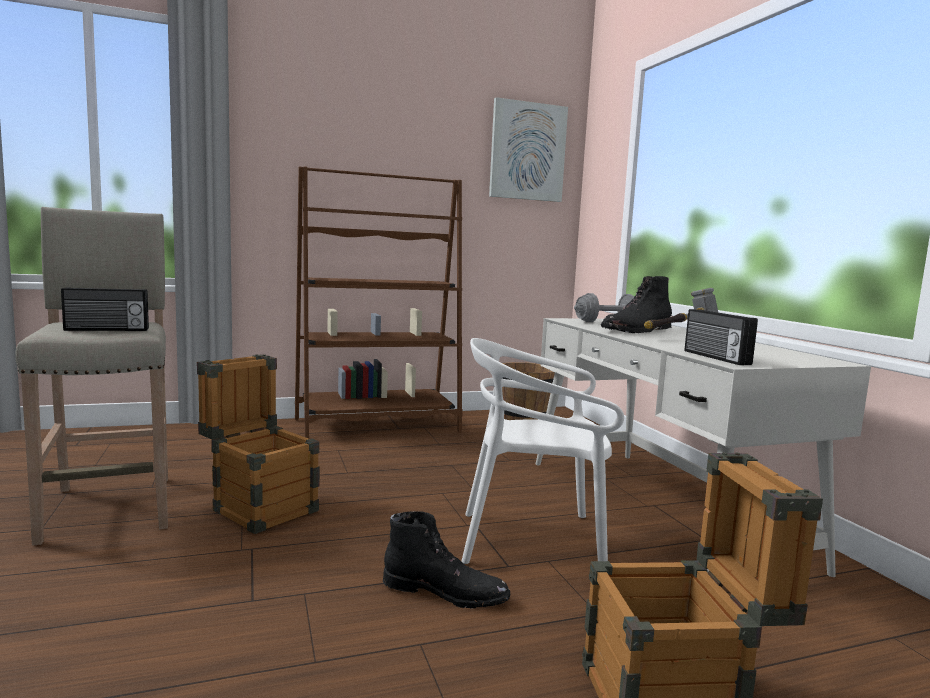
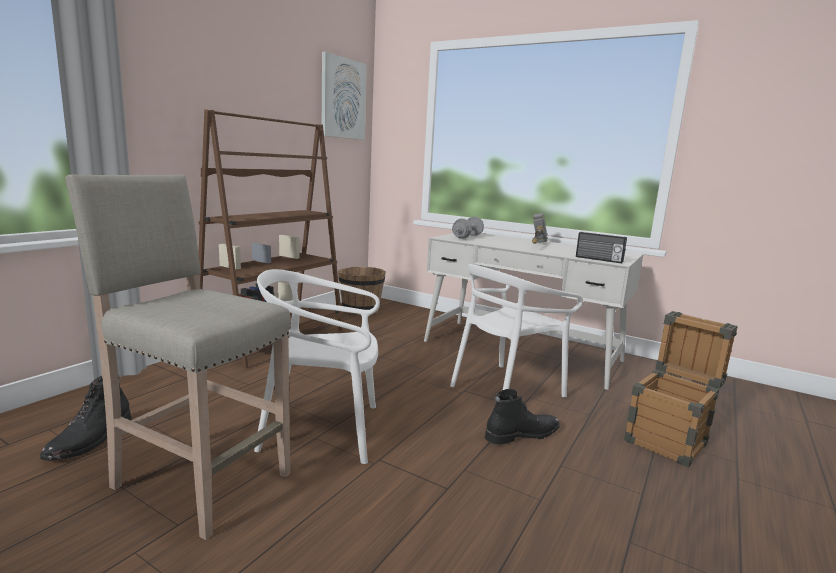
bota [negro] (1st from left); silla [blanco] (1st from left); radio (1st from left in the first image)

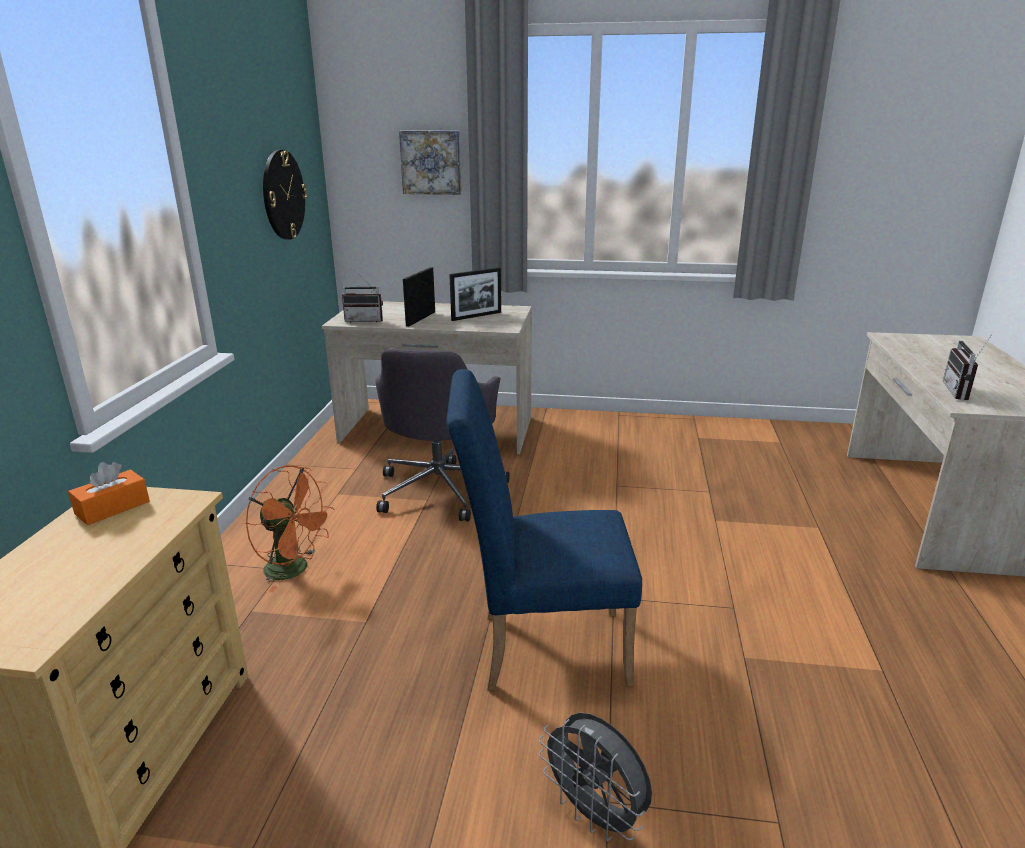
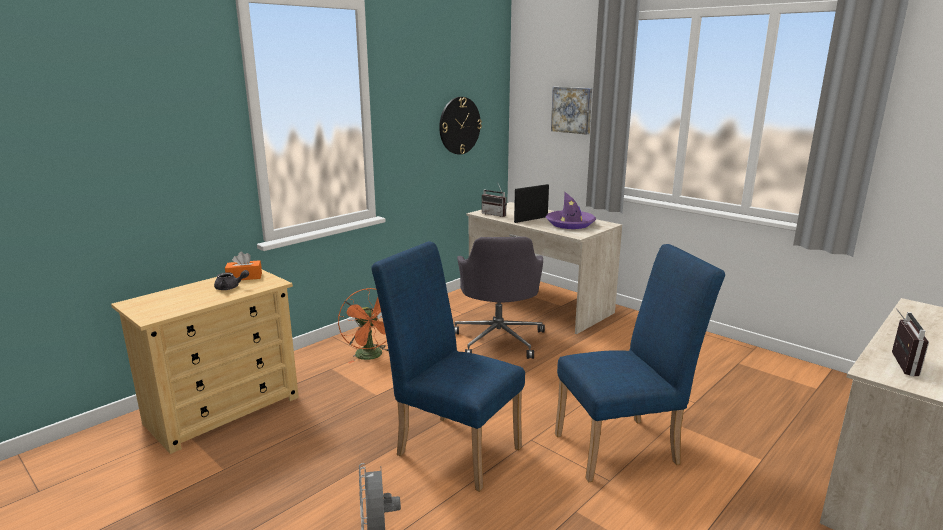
tetera [gris]; silla de oficina [gris]; sombrero [morado]; silla [azul] (2nd from left); radio (2nd from left)

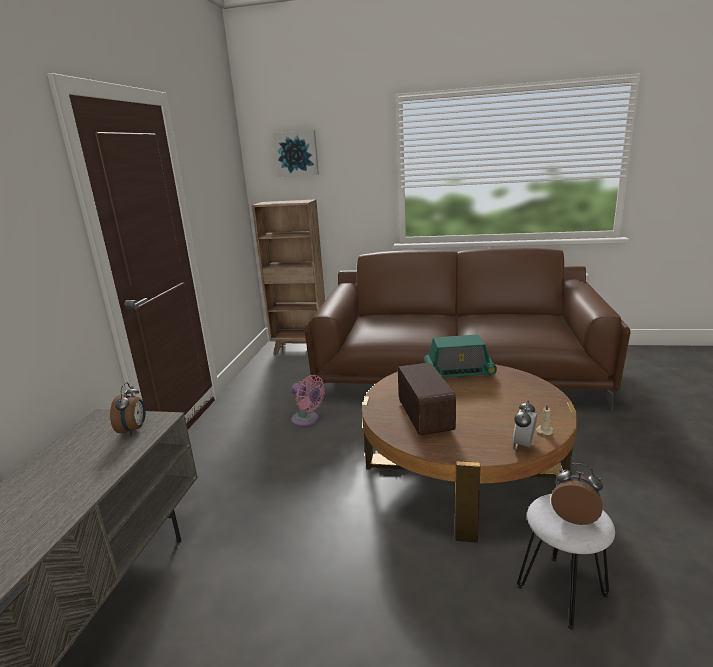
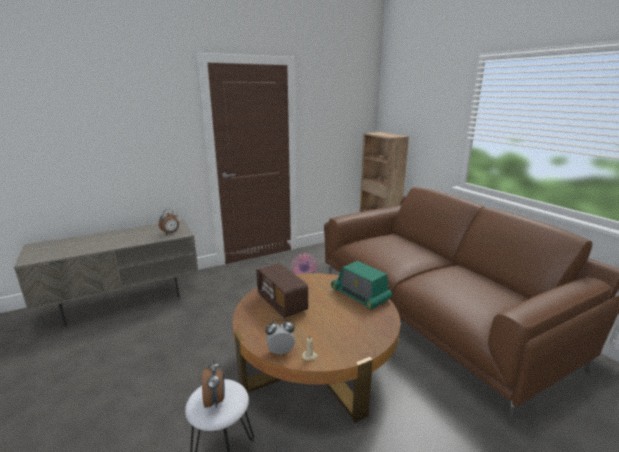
radio (1st from left); cuadro

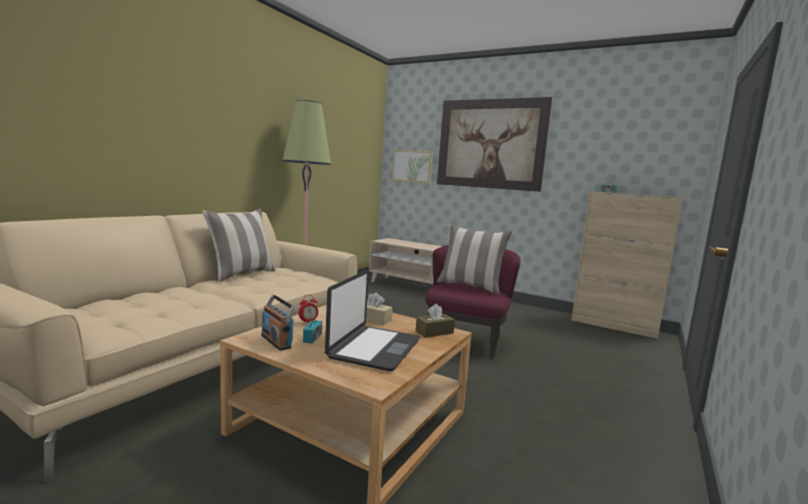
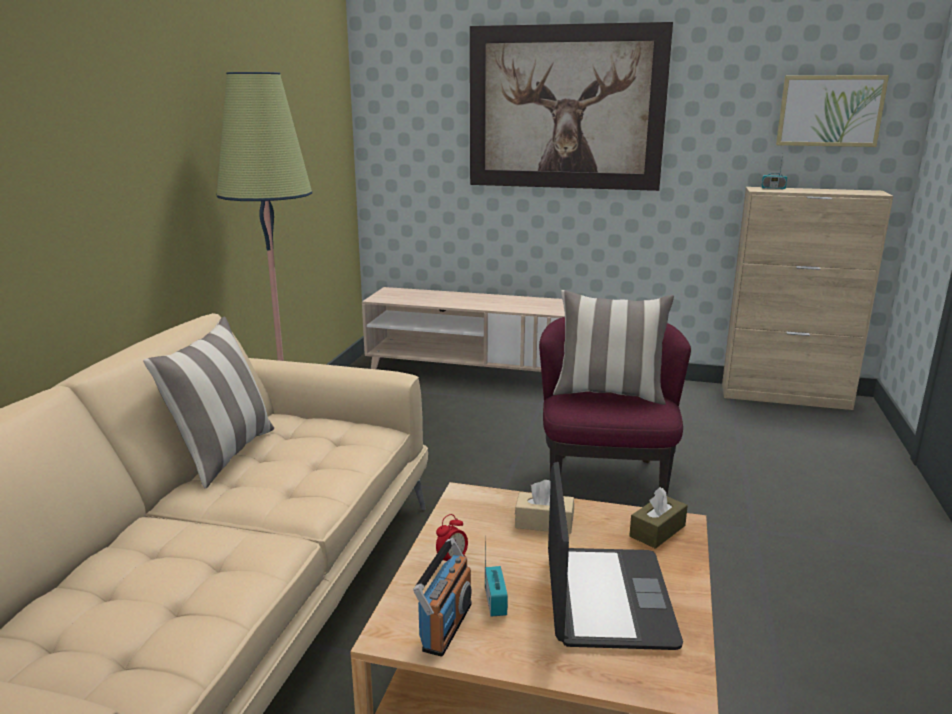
radio (1st from left); cuadro (2nd from left)

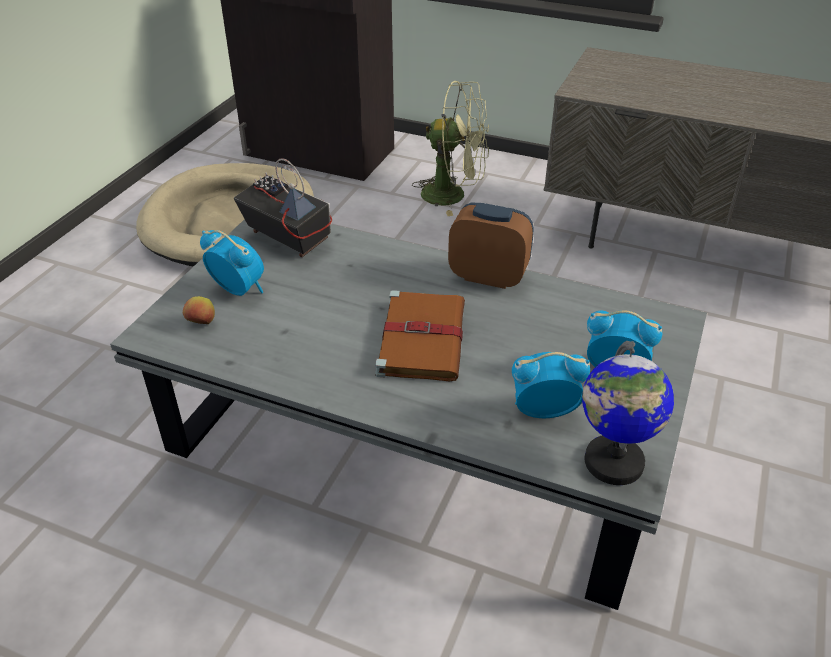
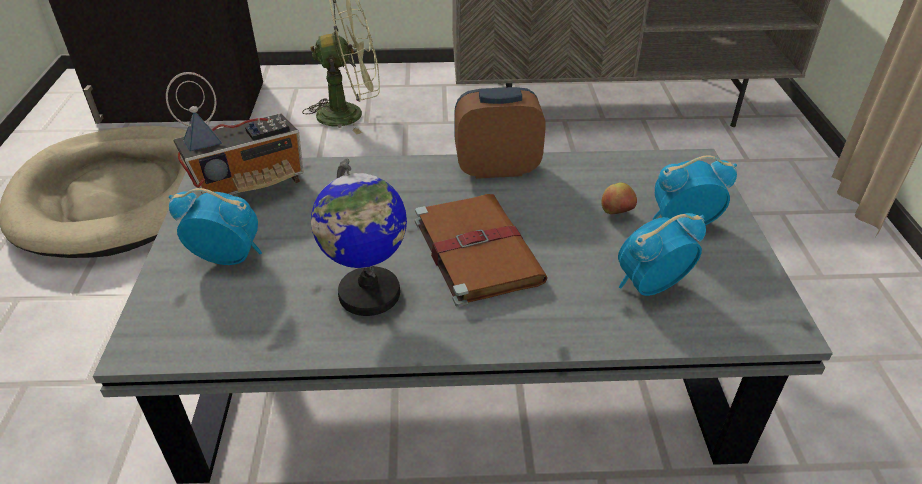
radio; globo terráqueo; manzana

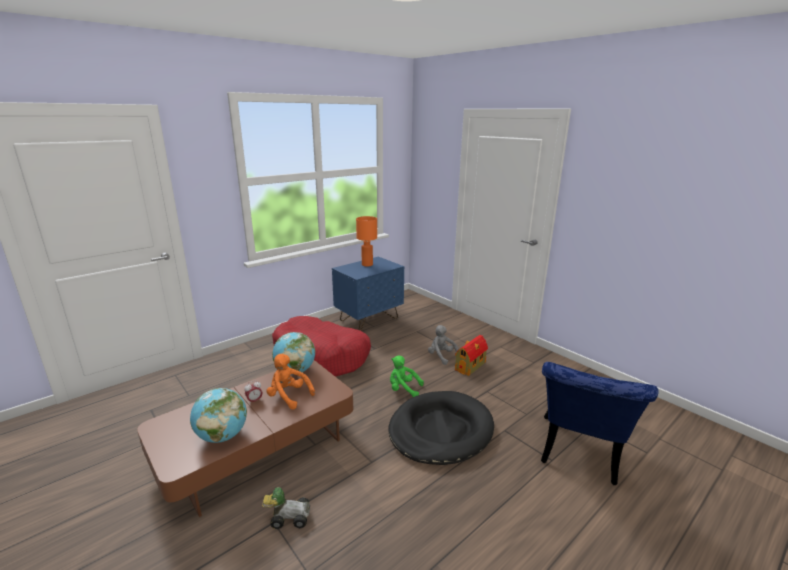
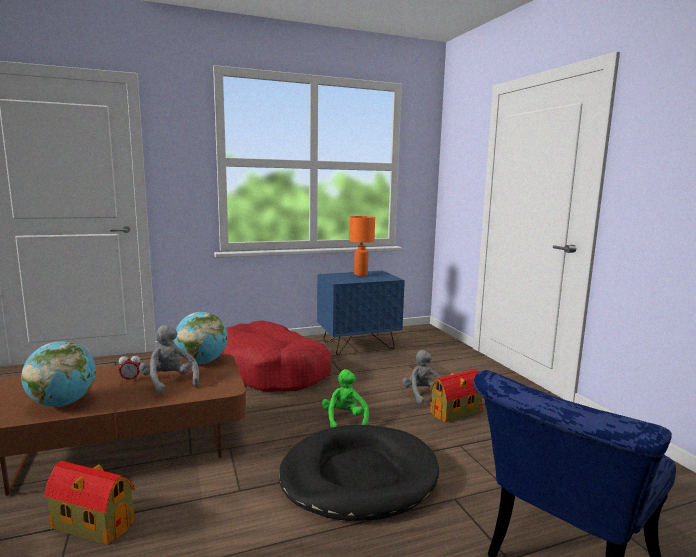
casita (1st from left); peluche [gris] (1st from left); peluche [verde]

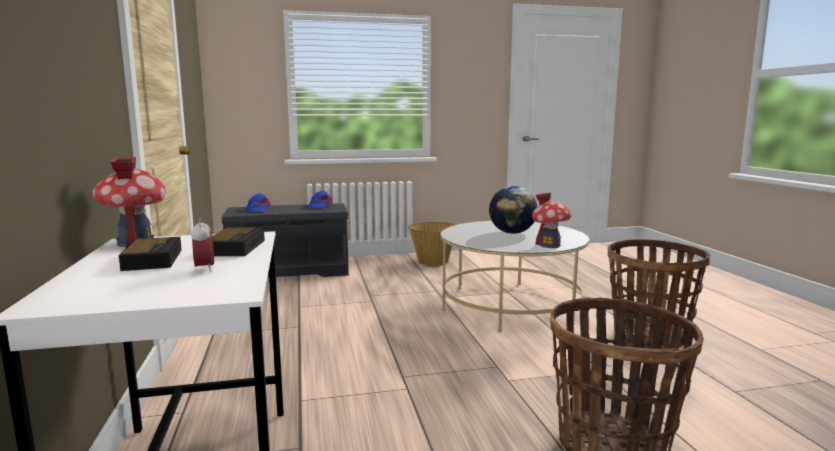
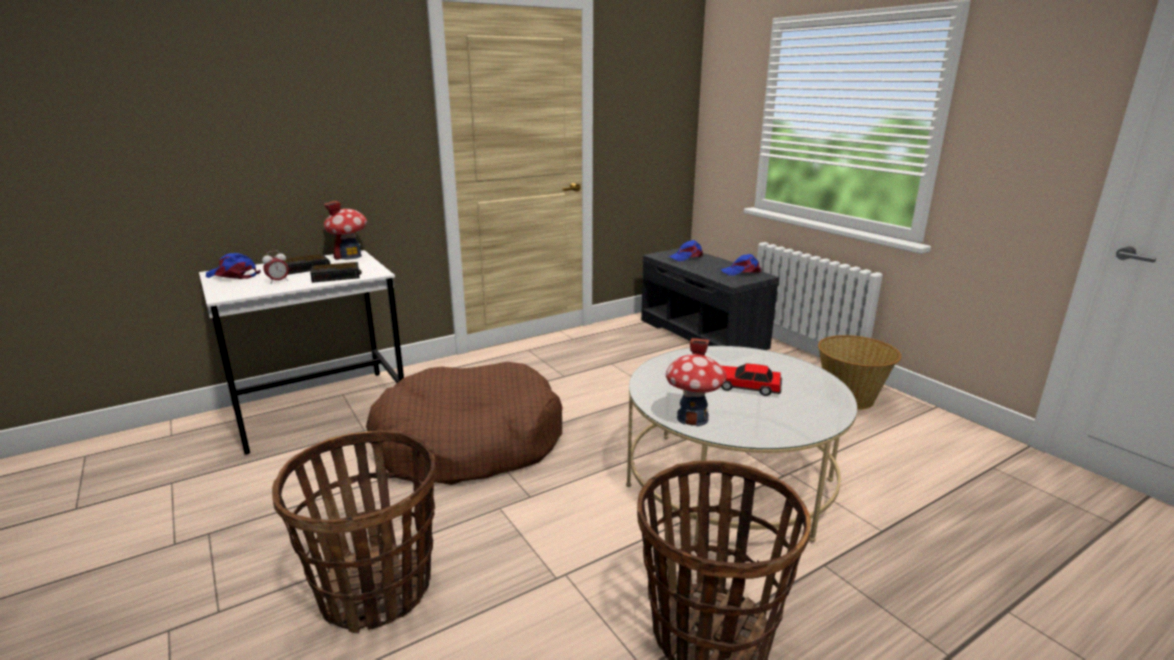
gorra [azul] (1st from left); cama para perro [marrón]; coche de juguete

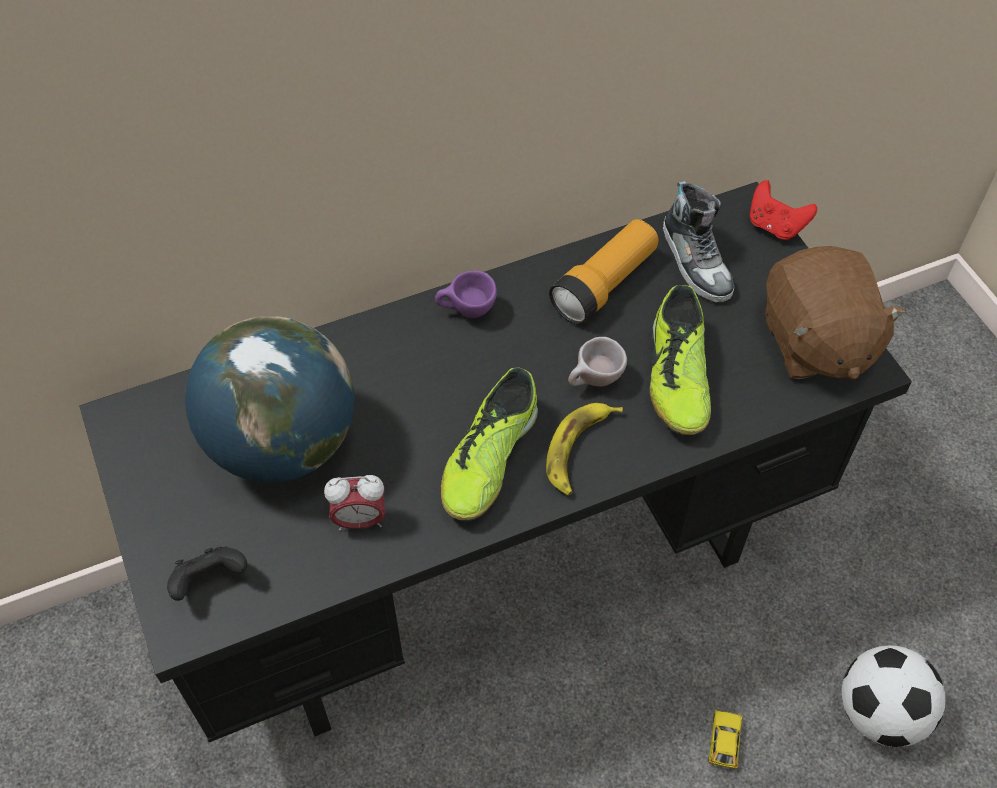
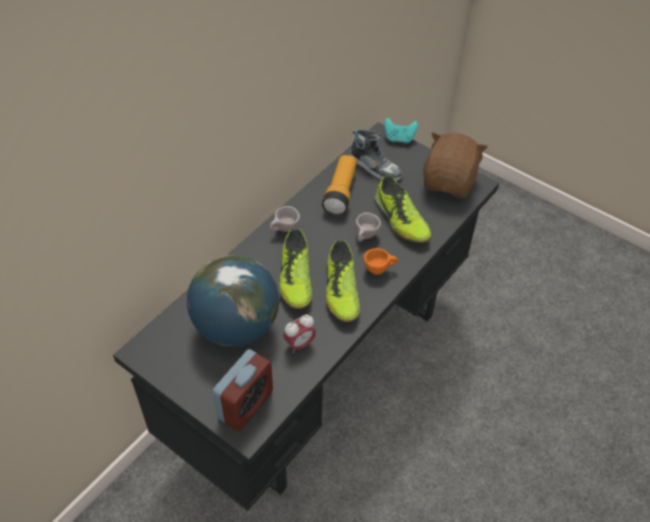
despertador (1st from left); taza [beis] (1st from left); zapato (1st from left); taza [naranja]; mando de consola [turquesa]; peluche [marrón]; coche de juguete; balón de fútbol

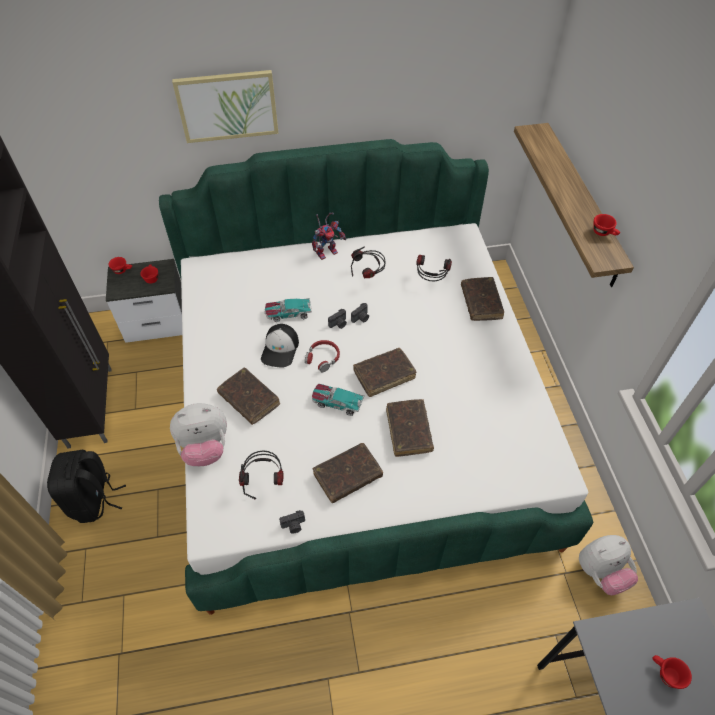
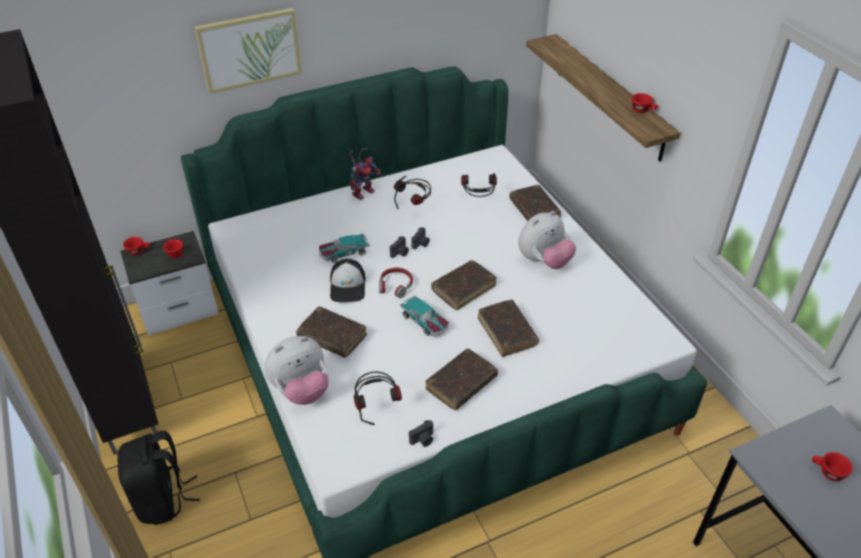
coche de juguete (2nd from left); peluche (2nd from left)

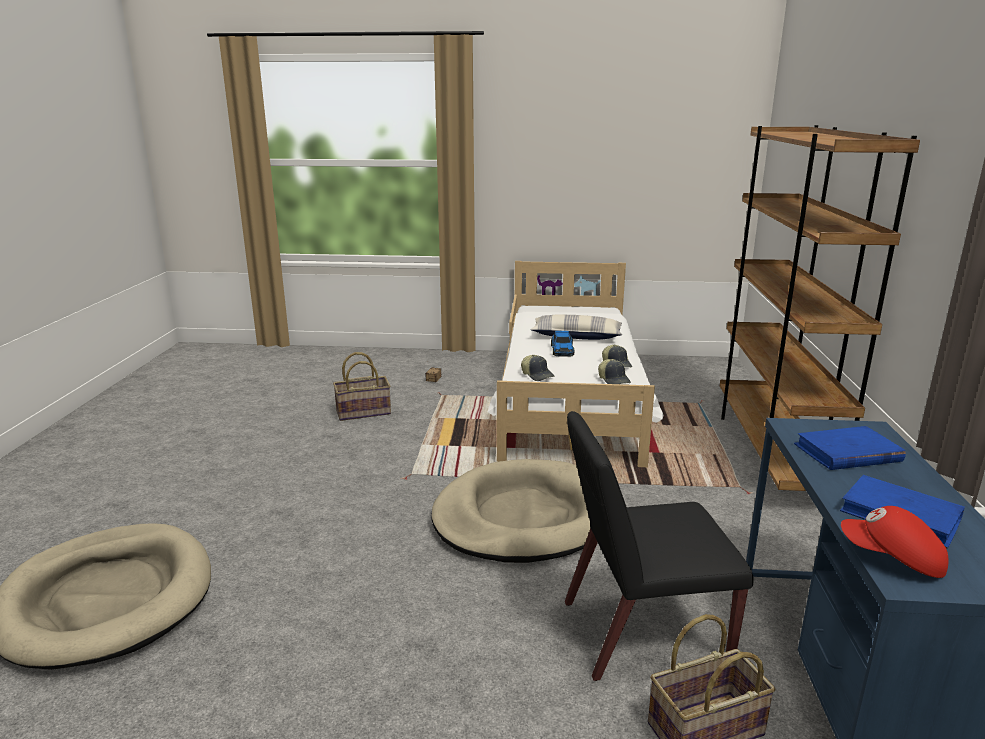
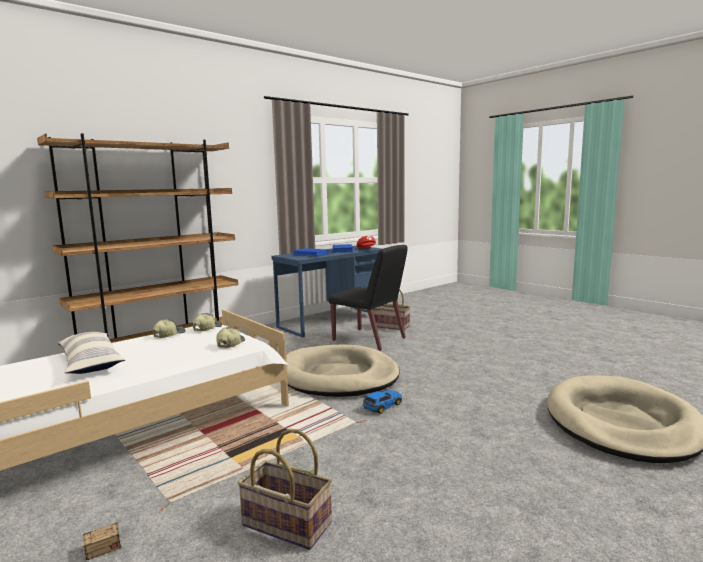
coche de juguete

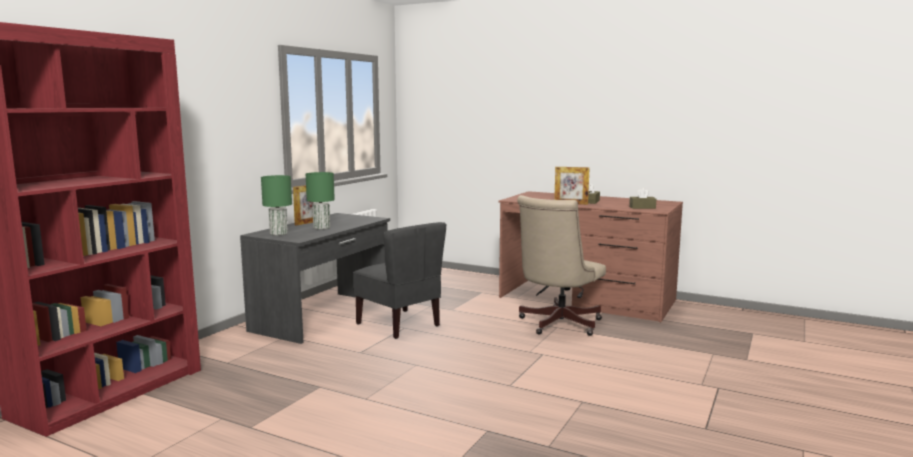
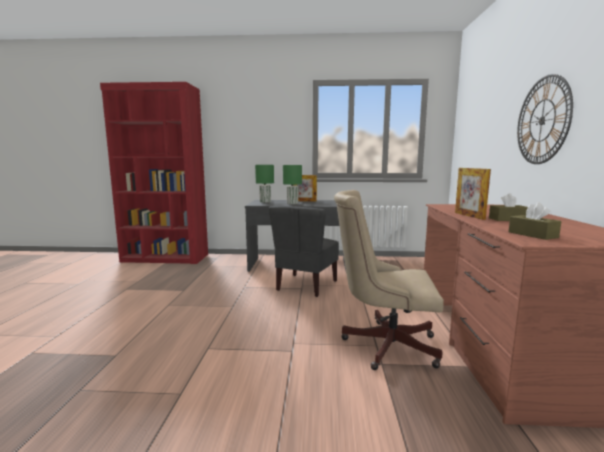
reloj de pared

